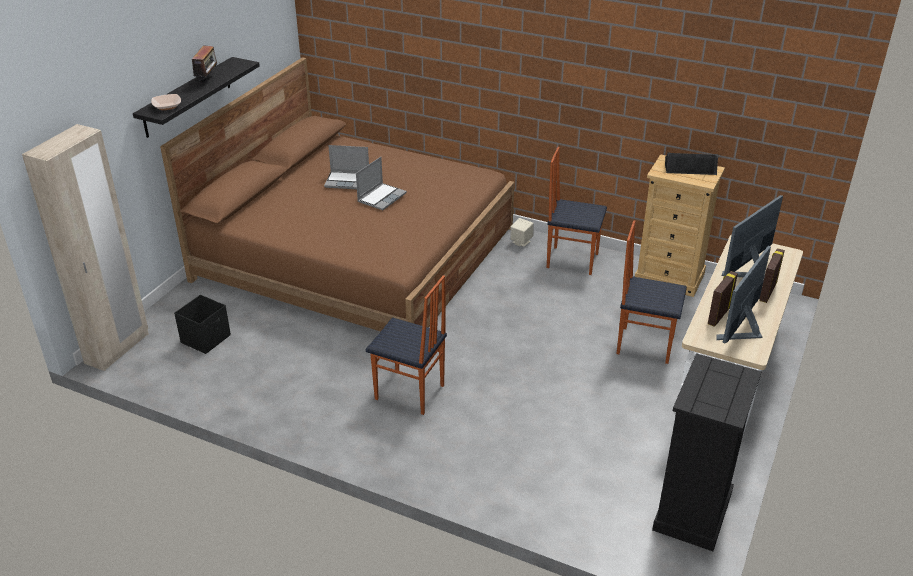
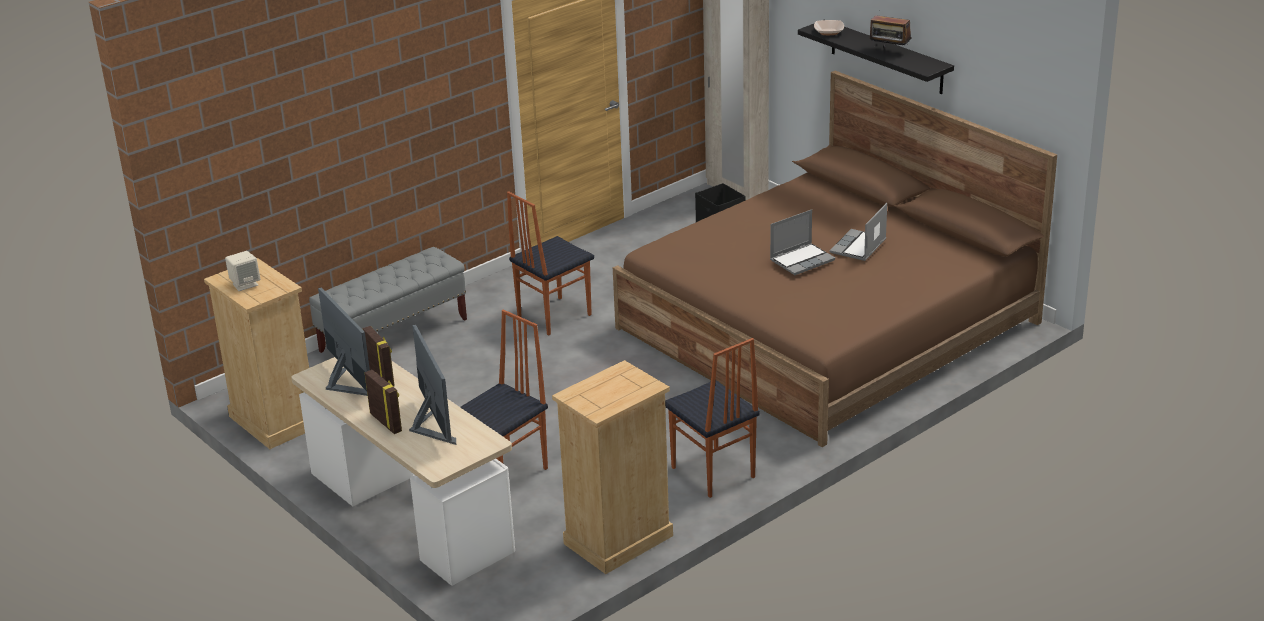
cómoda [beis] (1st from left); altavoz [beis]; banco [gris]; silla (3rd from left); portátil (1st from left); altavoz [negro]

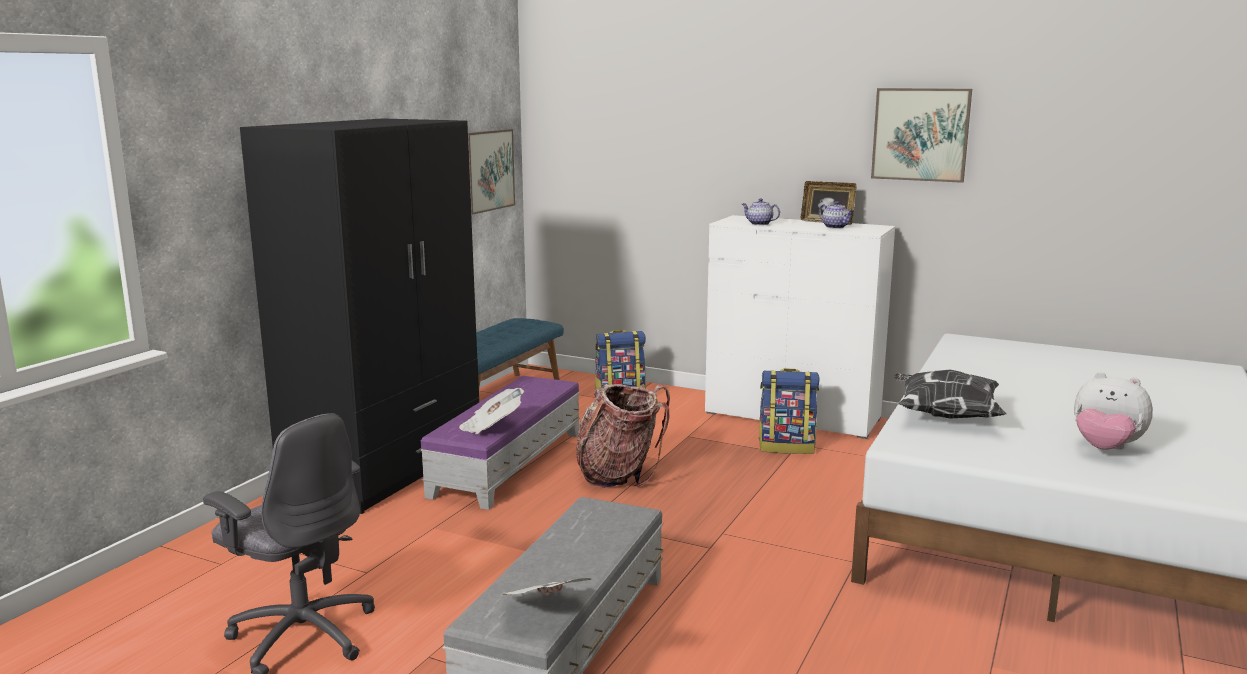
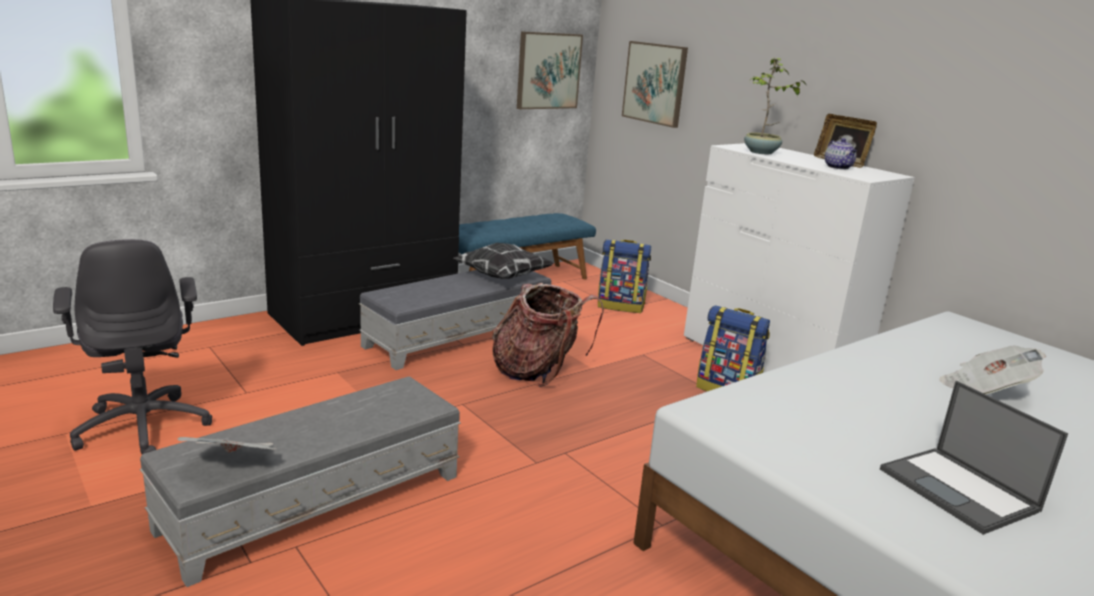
puf [gris] (2nd from left); cojín; cuadro (2nd from left); planta en maceta; portátil; periódico (2nd from left)

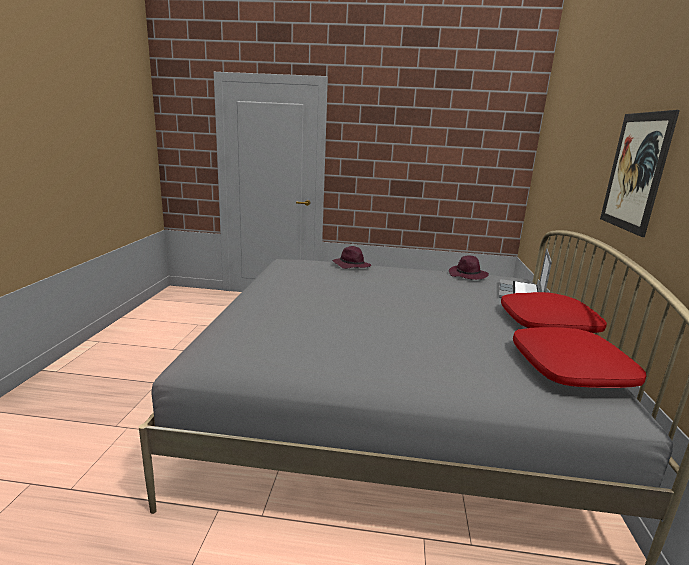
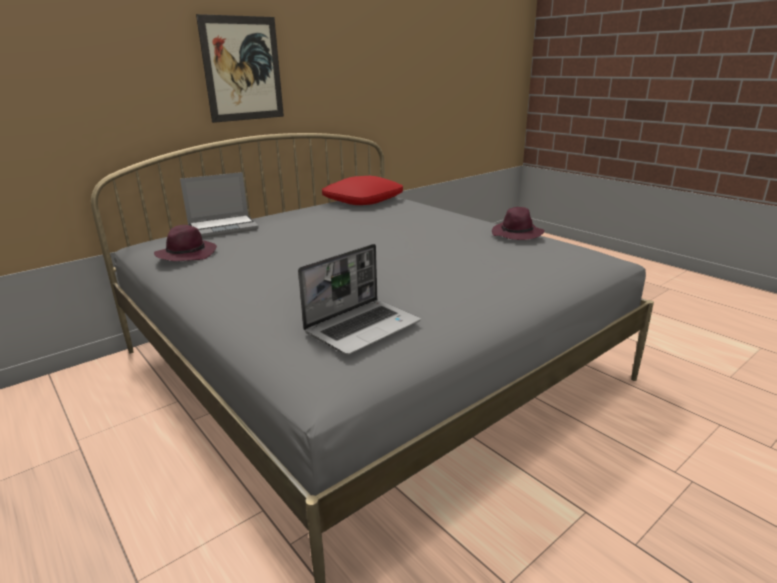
portátil (2nd from left); sombrero [morado] (2nd from left); cojín [rojo] (1st from left in the first image)

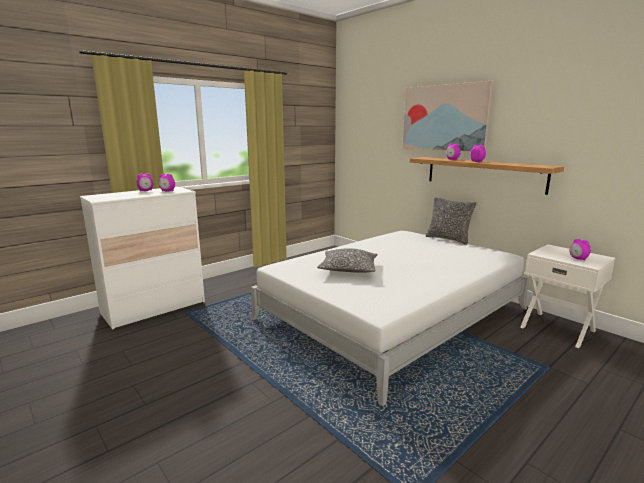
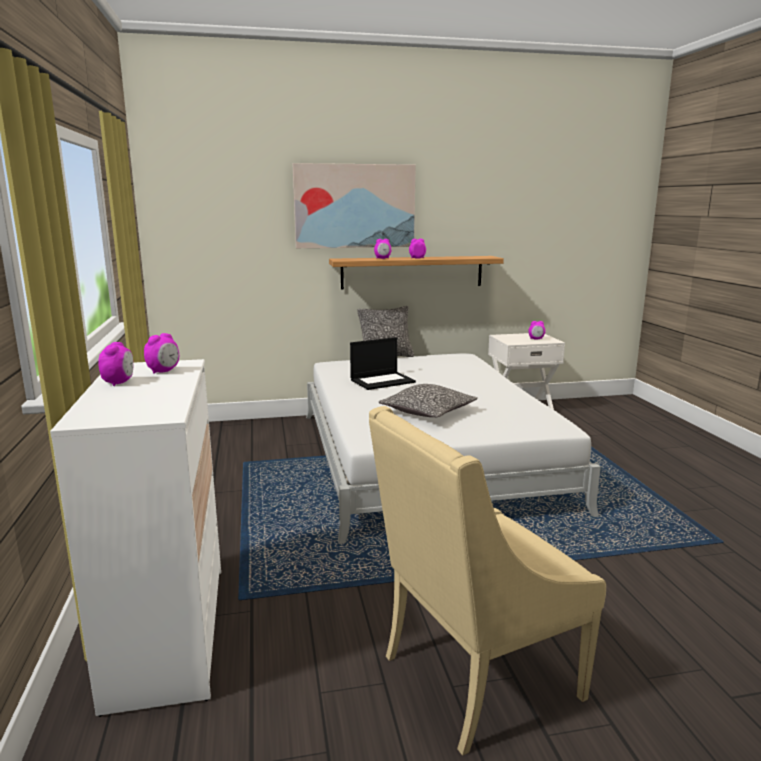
portátil; sillón [beis]

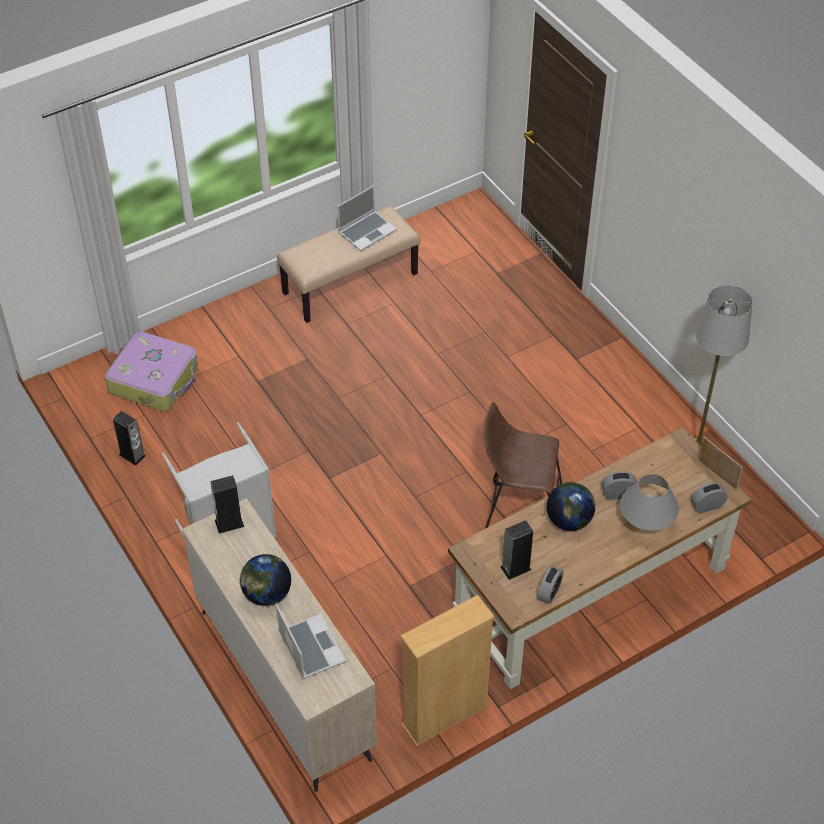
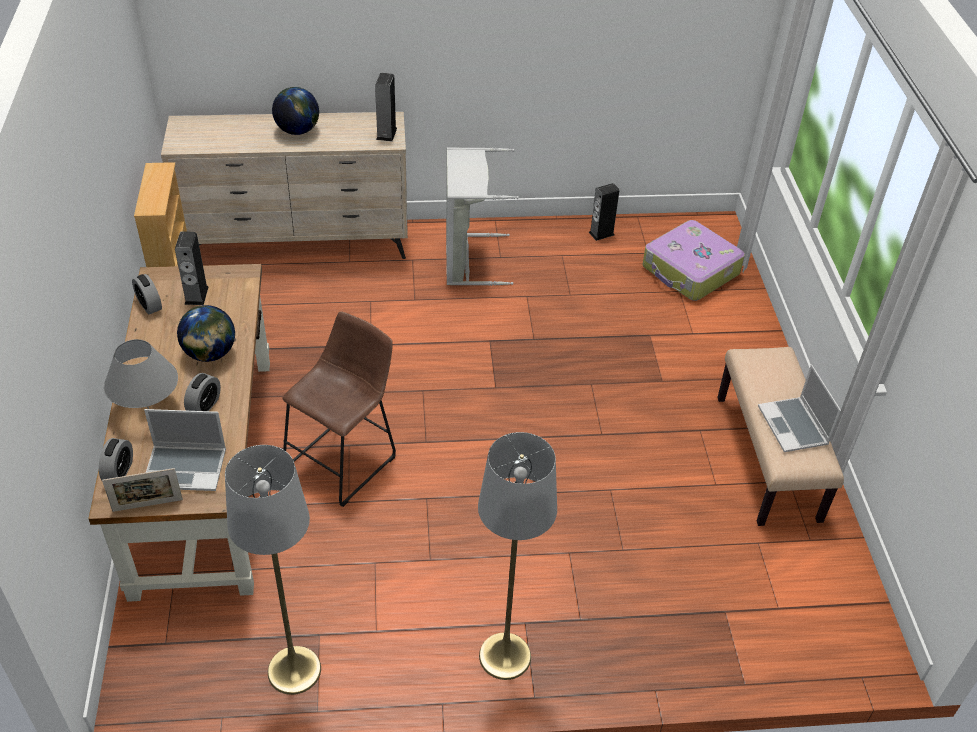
portátil (1st from left); lámpara de pie [gris] (2nd from left)

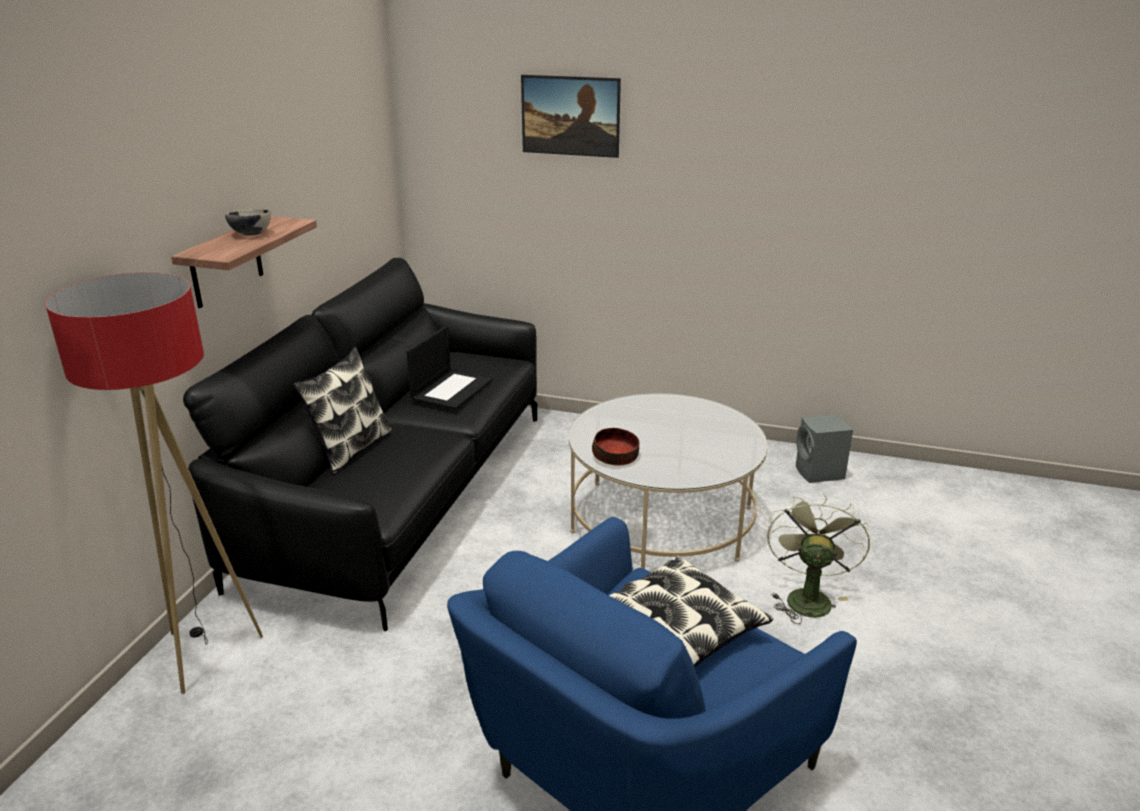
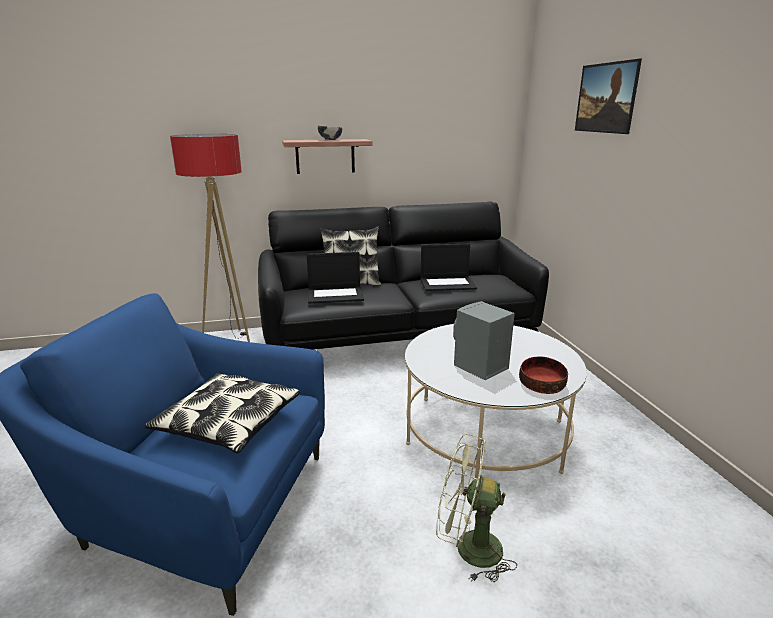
portátil (1st from left); ventilador [verde]; altavoz [gris]; cuenco (2nd from left)

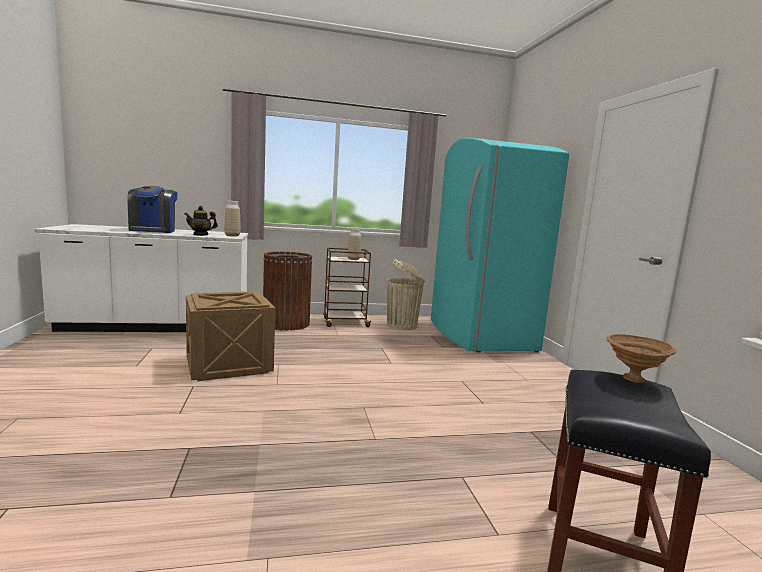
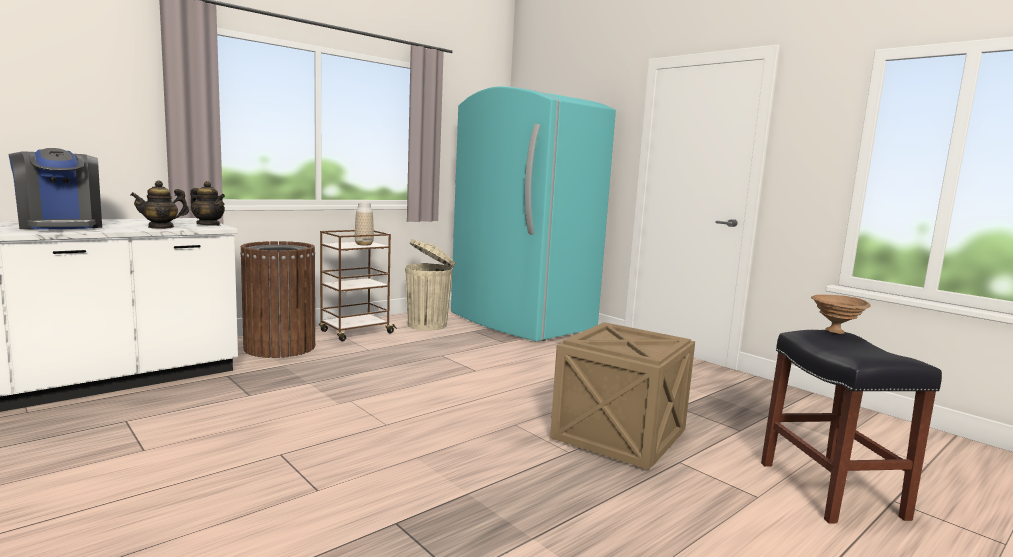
tetera (2nd from left); caja de embalaje

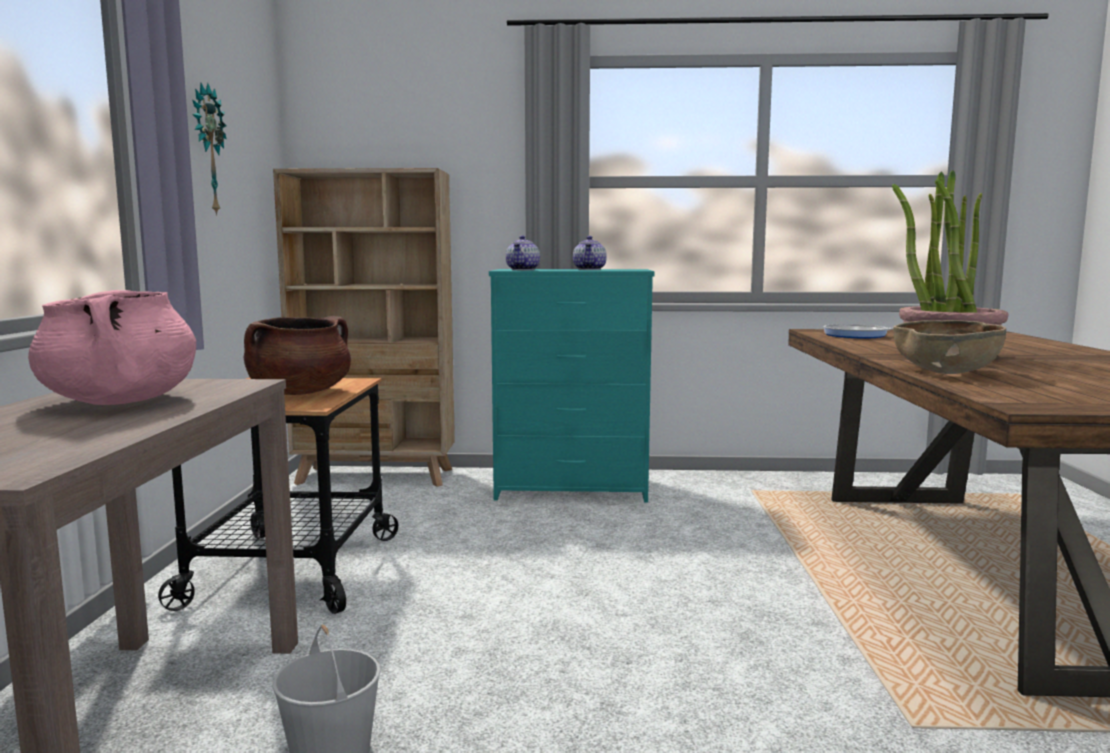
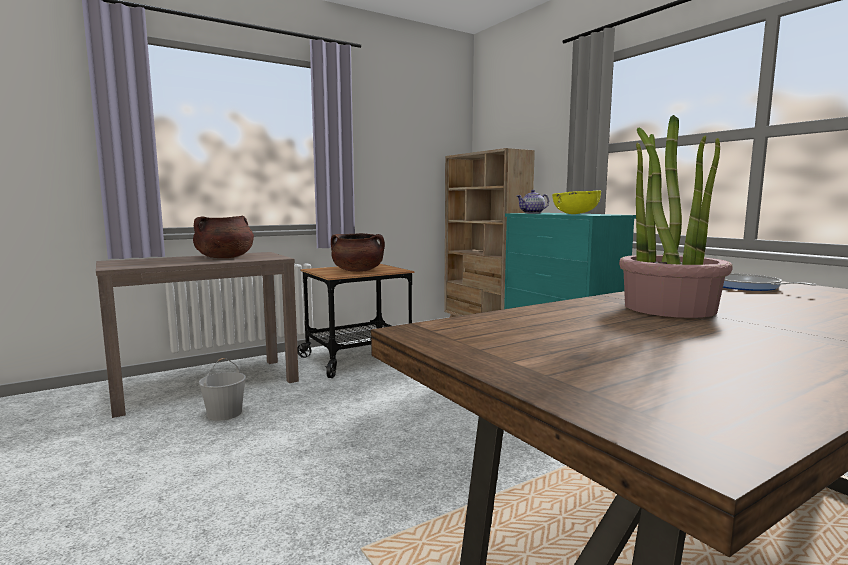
olla [marrón] (1st from left); cuenco [amarillo]; reloj de pared; cuenco [marrón]

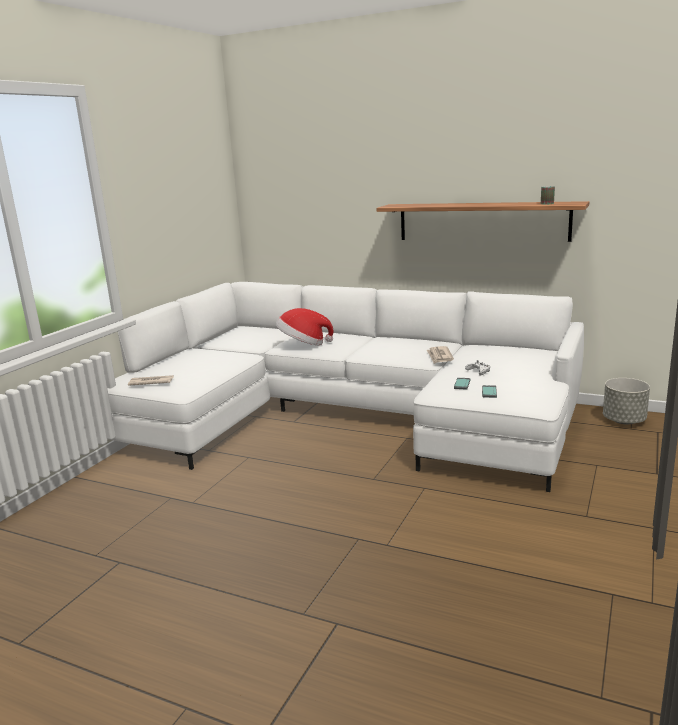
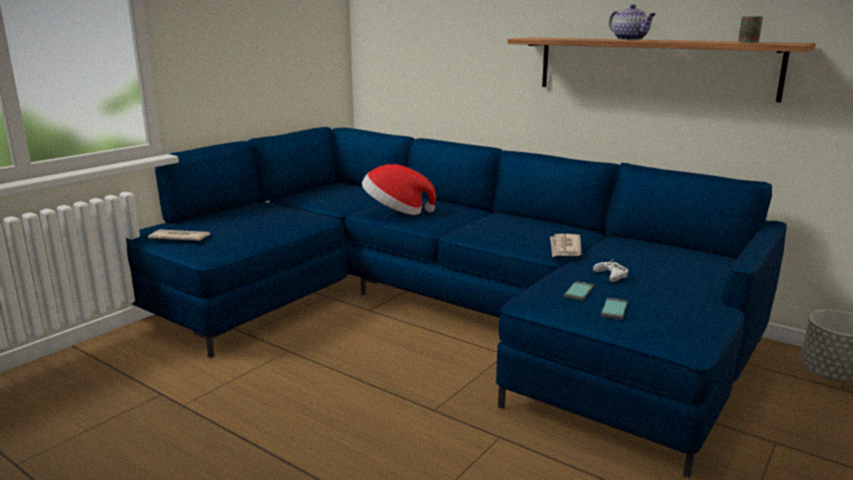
sofá [azul]; tetera

